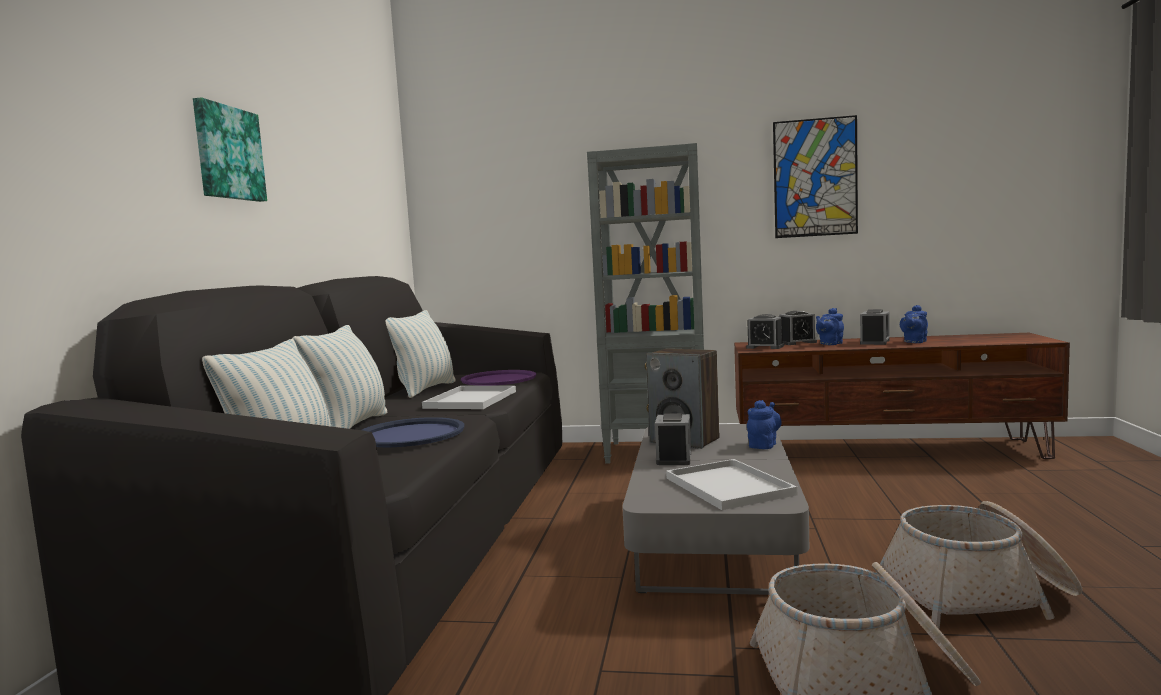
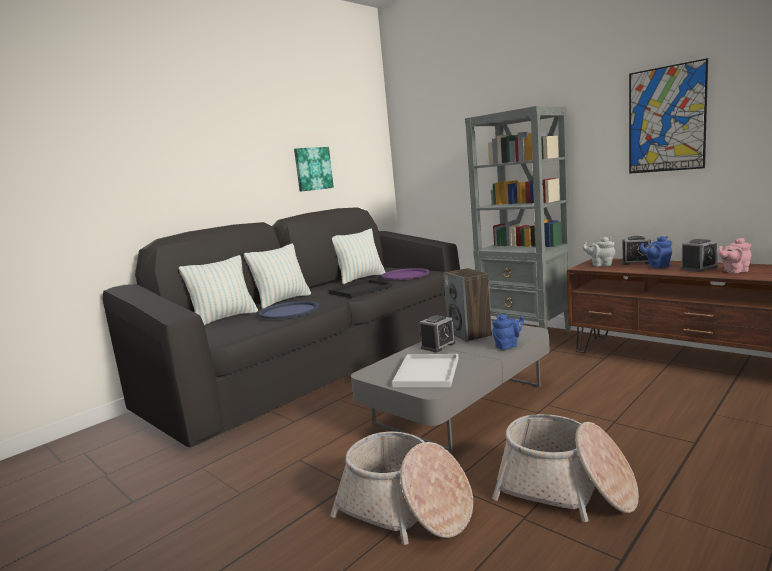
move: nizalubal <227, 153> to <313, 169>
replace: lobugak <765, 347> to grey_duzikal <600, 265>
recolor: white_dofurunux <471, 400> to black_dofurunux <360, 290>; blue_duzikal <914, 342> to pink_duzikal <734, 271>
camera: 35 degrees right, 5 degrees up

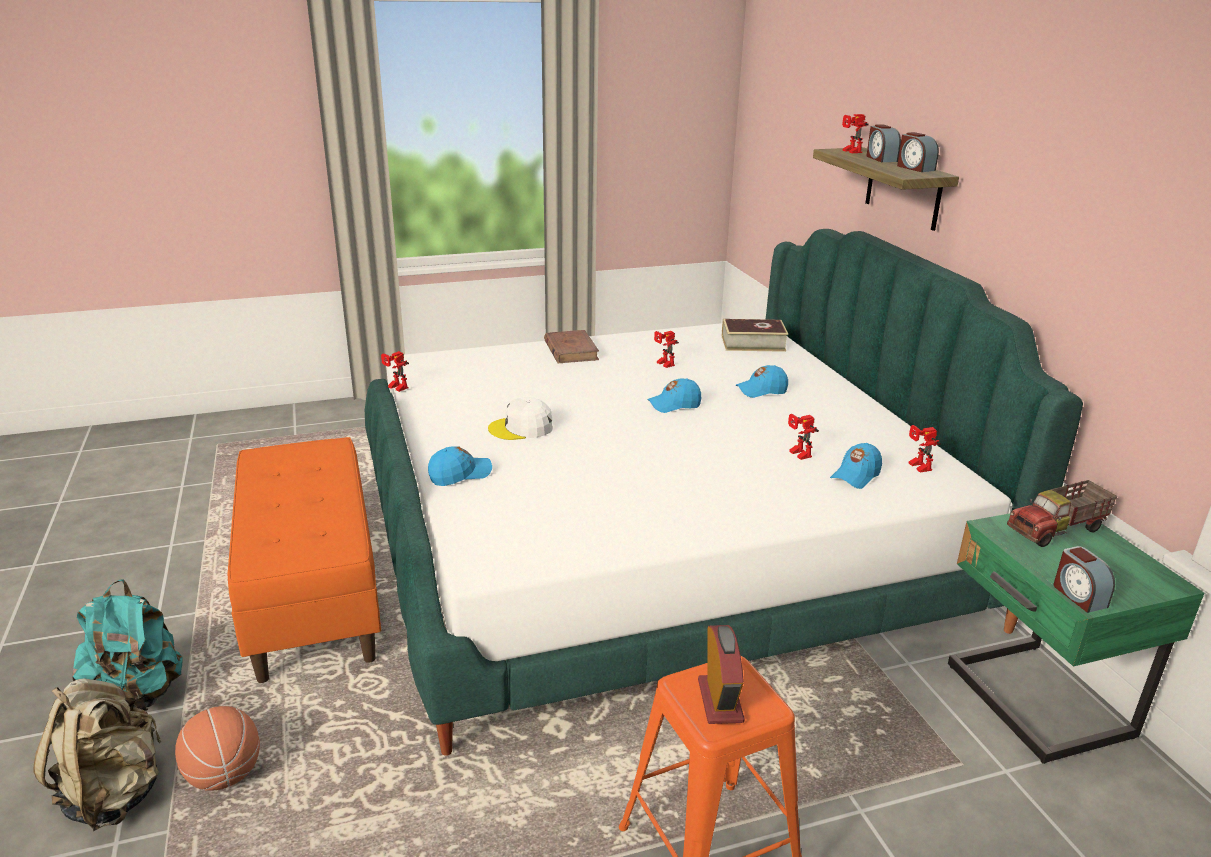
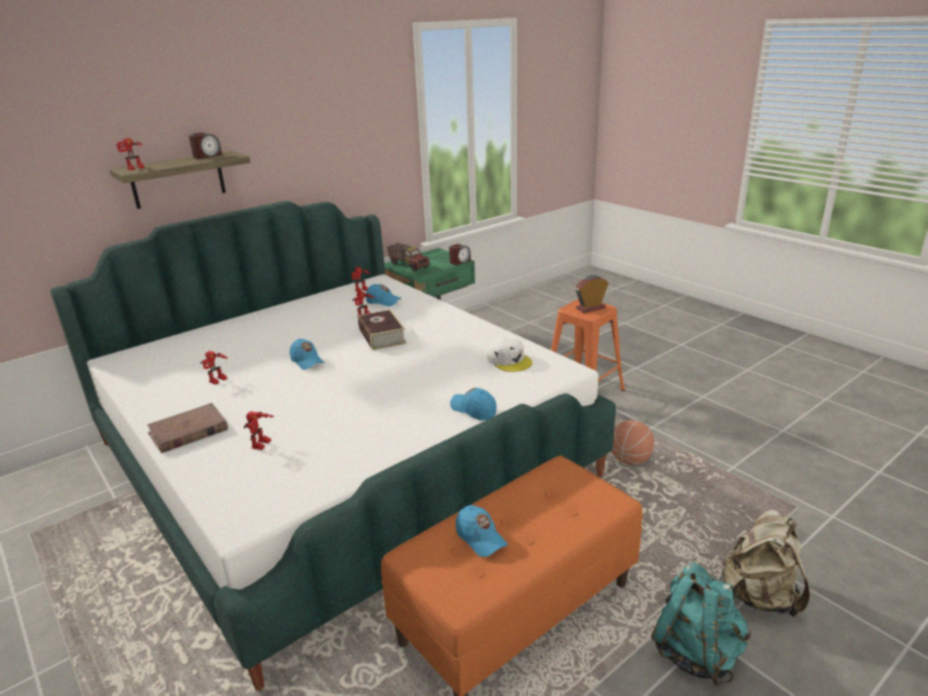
delete: lobugak <881, 159>
move: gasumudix <224, 775> to <630, 459>; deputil <395, 388> to <262, 445>; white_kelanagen <521, 428> to <509, 360>; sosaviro <753, 343> to <382, 336>; blue_kelanagen <761, 391> to <480, 538>
camera: 110 degrees left, 0 degrees up

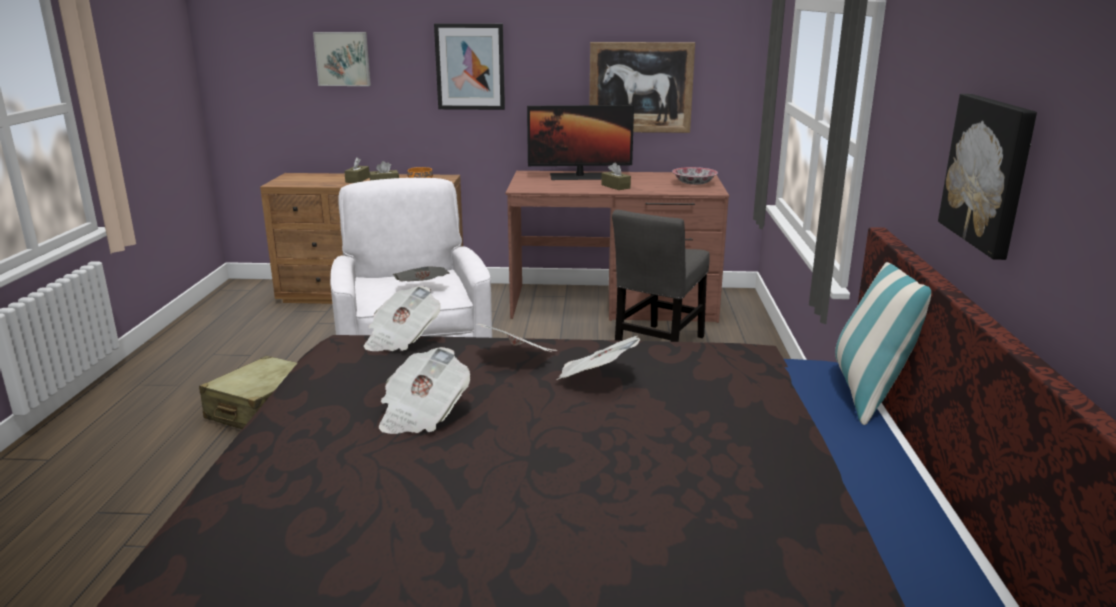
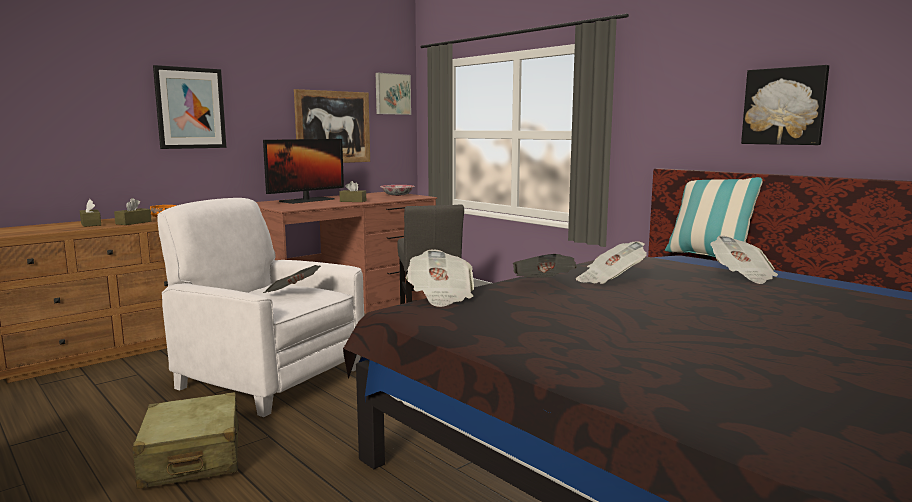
move: nizalubal <343, 59> to <392, 94>; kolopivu <422, 414> to <742, 276>
camera: 45 degrees left, 10 degrees down

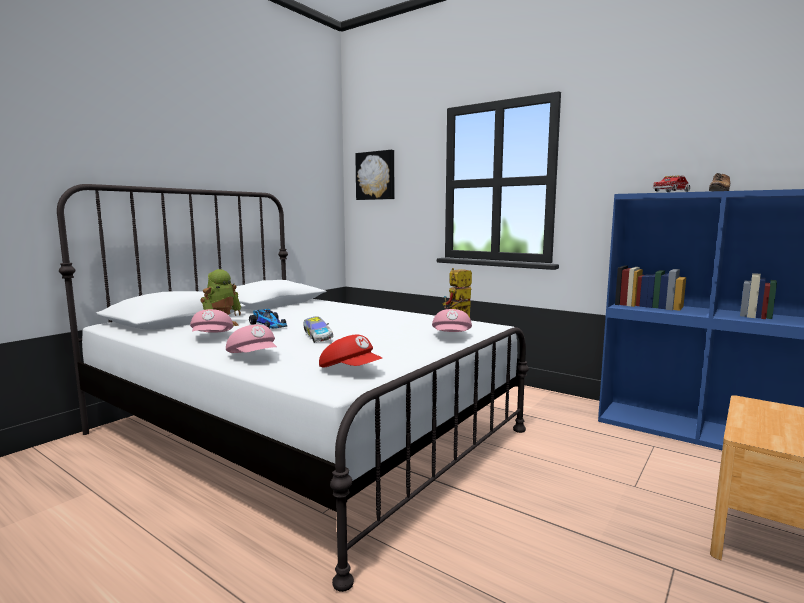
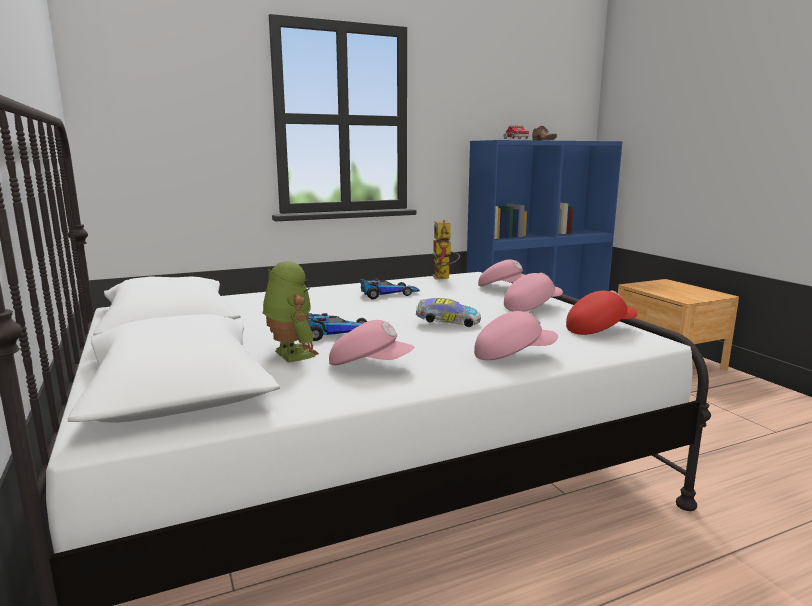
delete: nizalubal <376, 175>
insert: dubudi <387, 294>; pink_kelanagen <531, 307>
camera: 60 degrees left, 5 degrees up

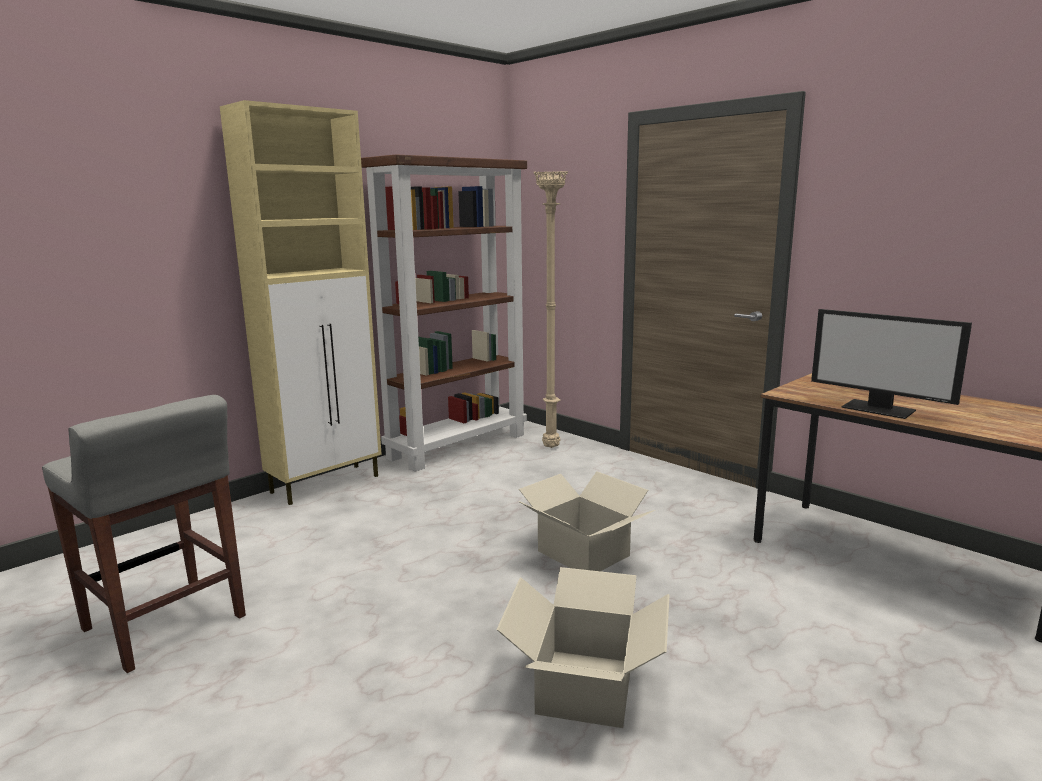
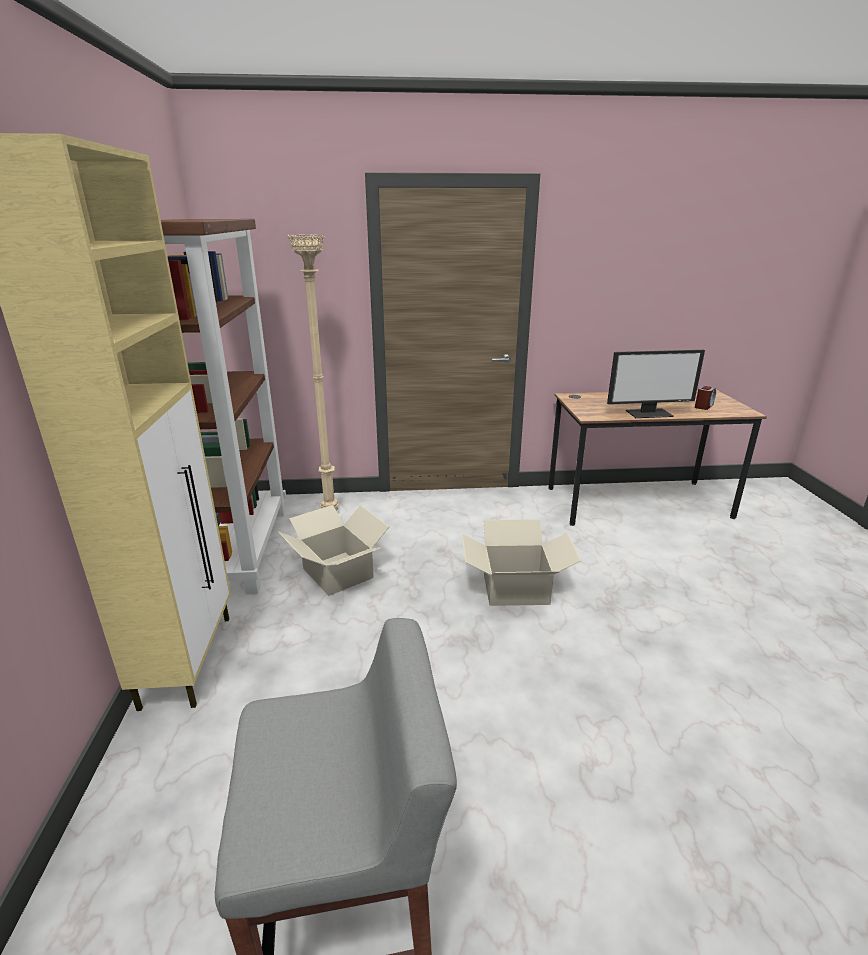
insert: lobugak <703, 406>
move: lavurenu <584, 687> to <337, 573>
camera: 50 degrees left, 10 degrees up

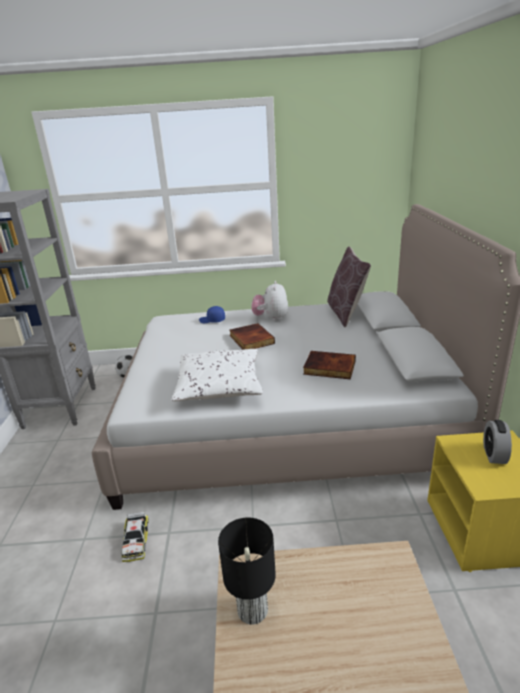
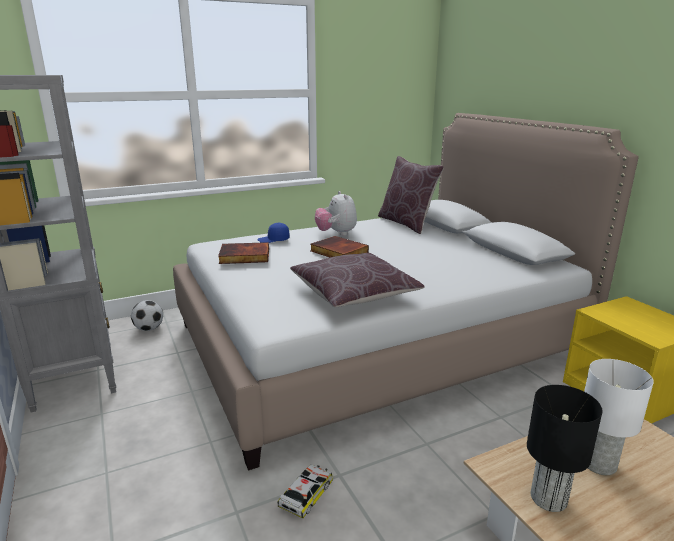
delete: lobugak <494, 455>
insert: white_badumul <600, 464>
move: sosaviro <329, 368> to <244, 256>
recolor: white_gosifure <219, 386> to brown_gosifure <353, 294>
rotate: dubudi <136, 541> = <307, 494> 120 degrees counterclockwise
camera: 25 degrees left, 5 degrees down

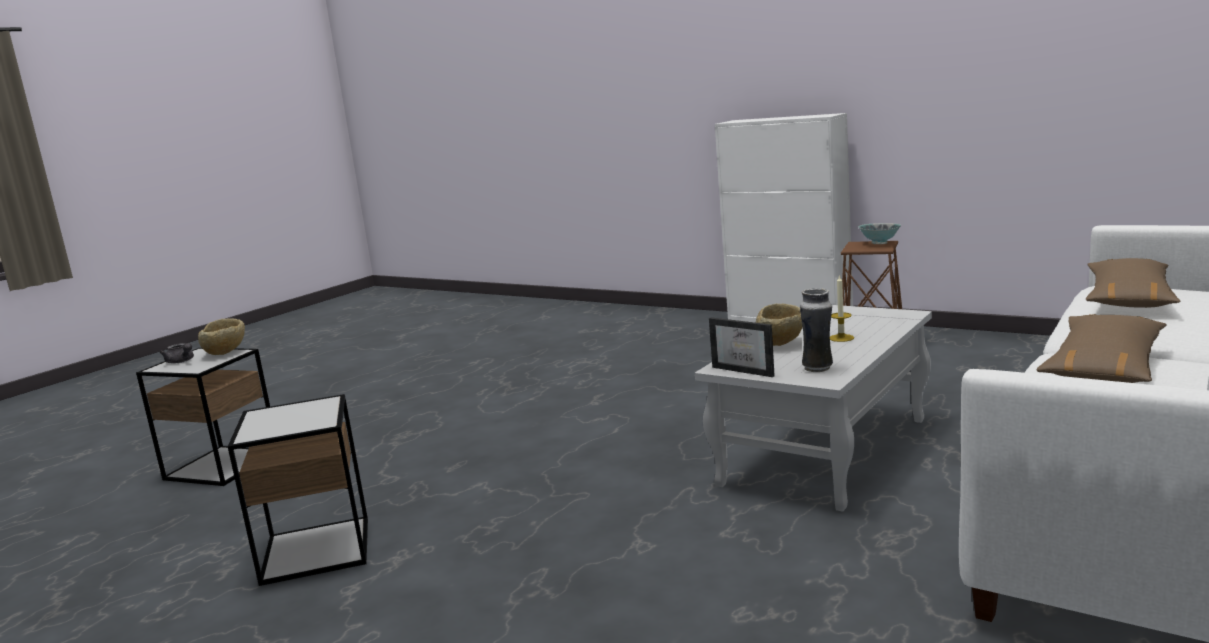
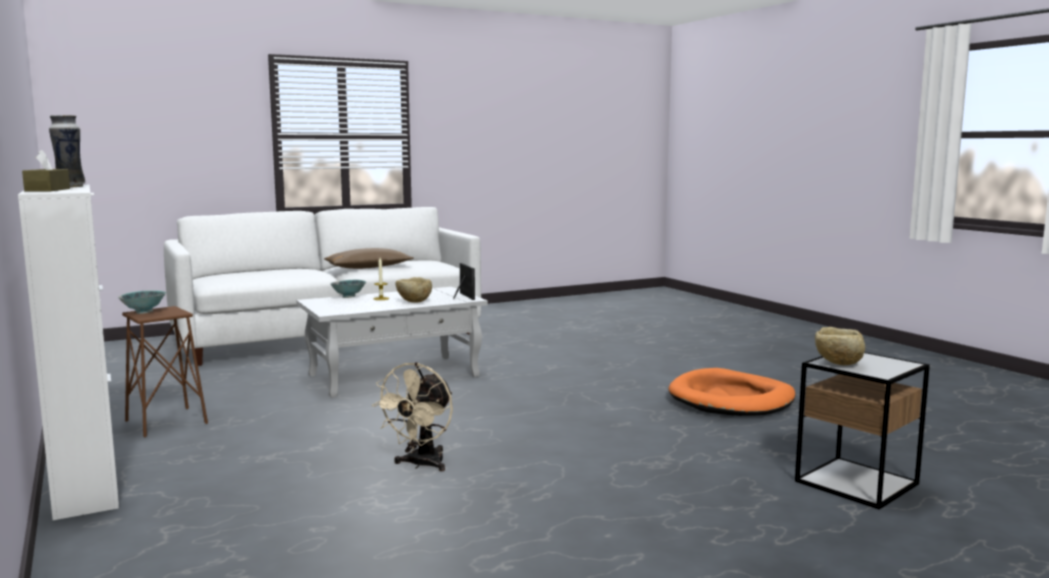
delete: grey_duzikal <181, 361>; brown_gosifure <1128, 298>
insert: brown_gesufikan <47, 190>; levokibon <349, 297>; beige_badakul <421, 465>
move: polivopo <818, 368> to <70, 187>
replace: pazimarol <316, 550> to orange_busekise <731, 399>
camera: 155 degrees left, 5 degrees down

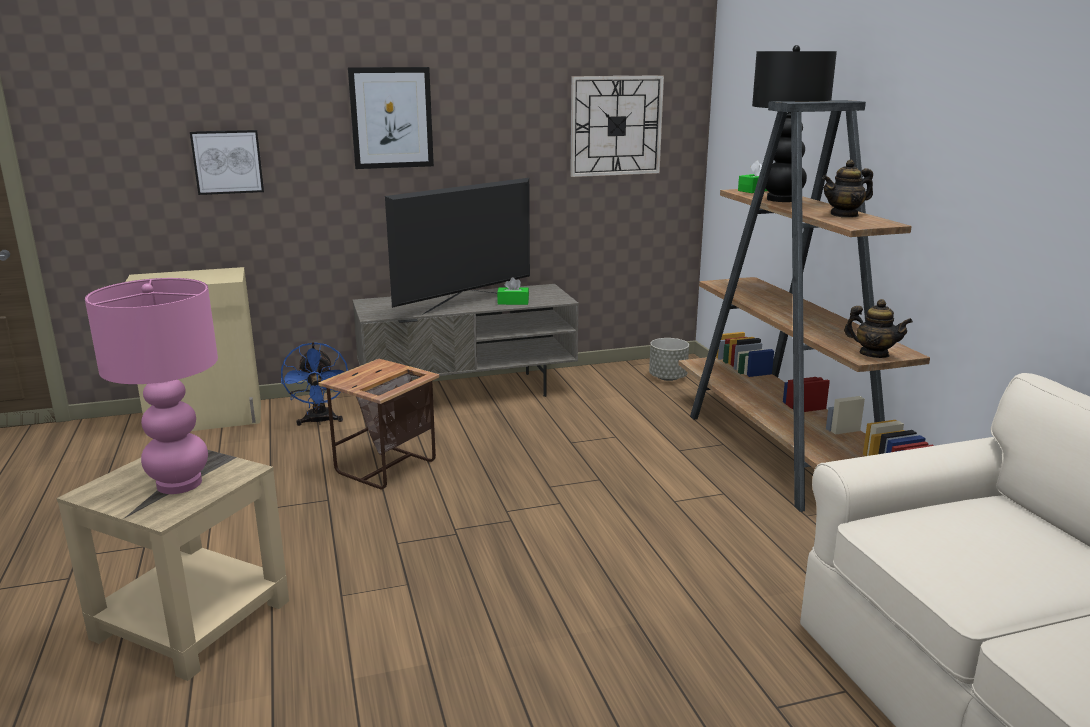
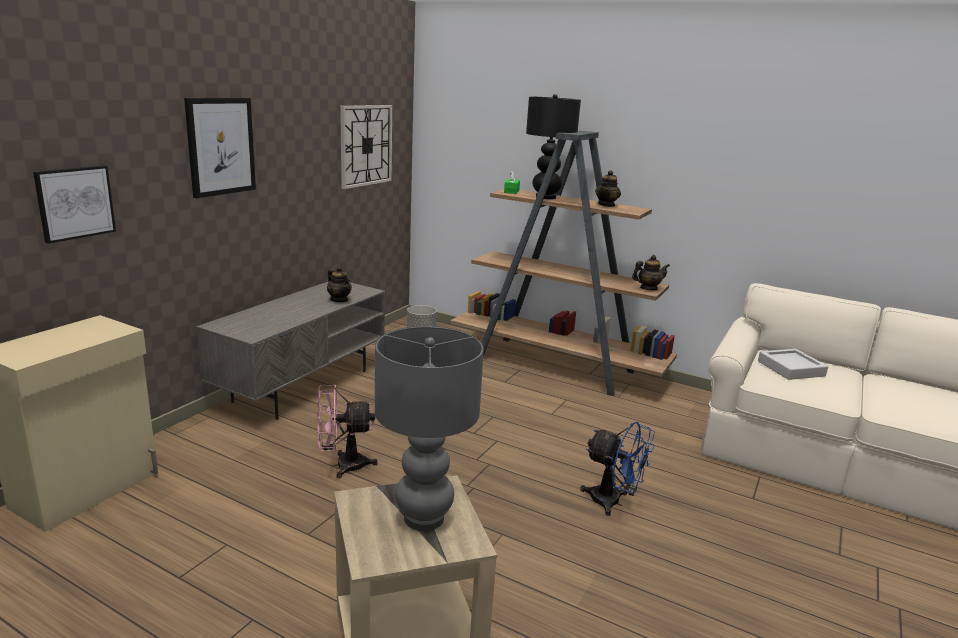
delete: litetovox <464, 303>
insert: grey_dofurunux <791, 368>
move: blue_badakul <320, 421> to <613, 502>
replace: pazimarol <384, 468> to pink_badakul <342, 465>; green_gesufikan <513, 302> to duzikal <339, 300>
recolor: pink_badumul <178, 484> to grey_badumul <423, 518>
camera: 45 degrees left, 0 degrees up

